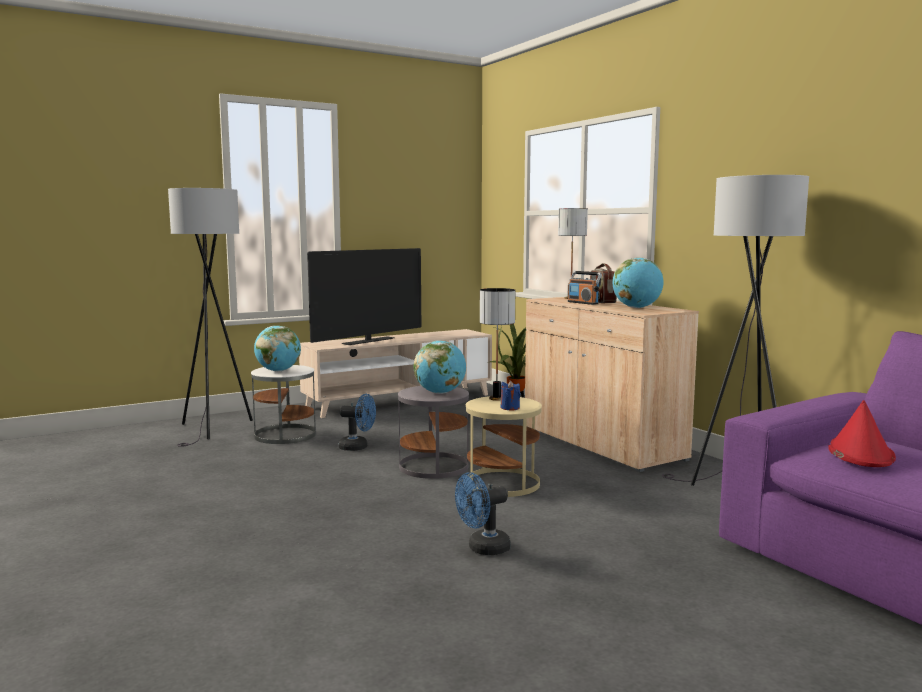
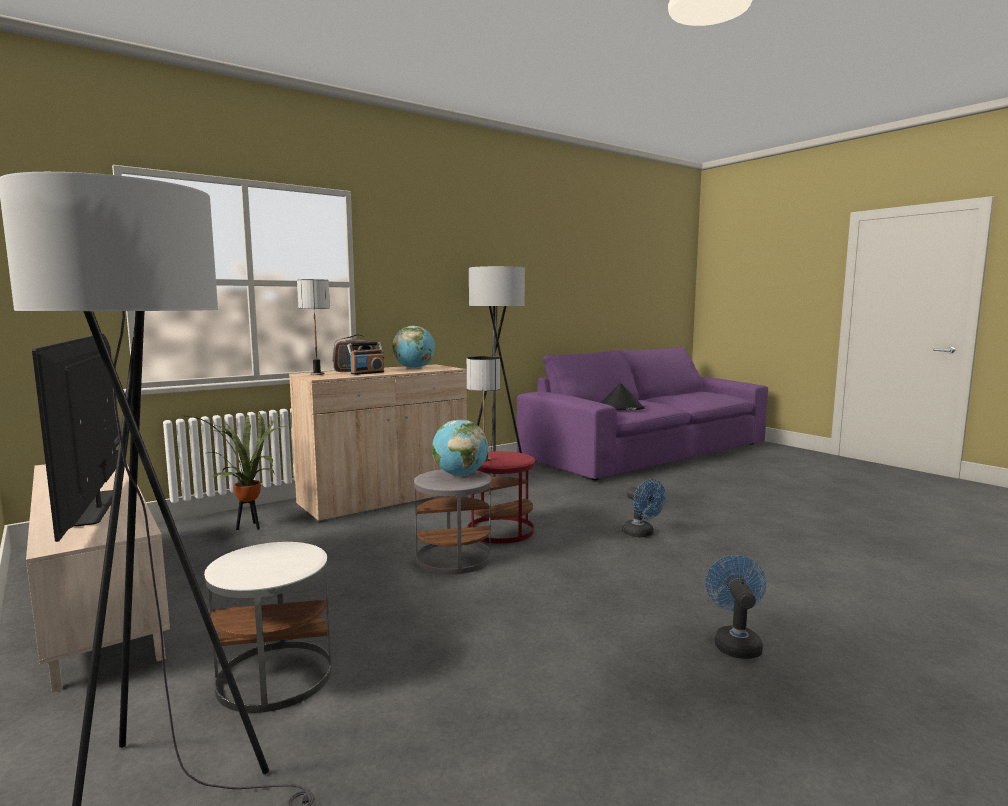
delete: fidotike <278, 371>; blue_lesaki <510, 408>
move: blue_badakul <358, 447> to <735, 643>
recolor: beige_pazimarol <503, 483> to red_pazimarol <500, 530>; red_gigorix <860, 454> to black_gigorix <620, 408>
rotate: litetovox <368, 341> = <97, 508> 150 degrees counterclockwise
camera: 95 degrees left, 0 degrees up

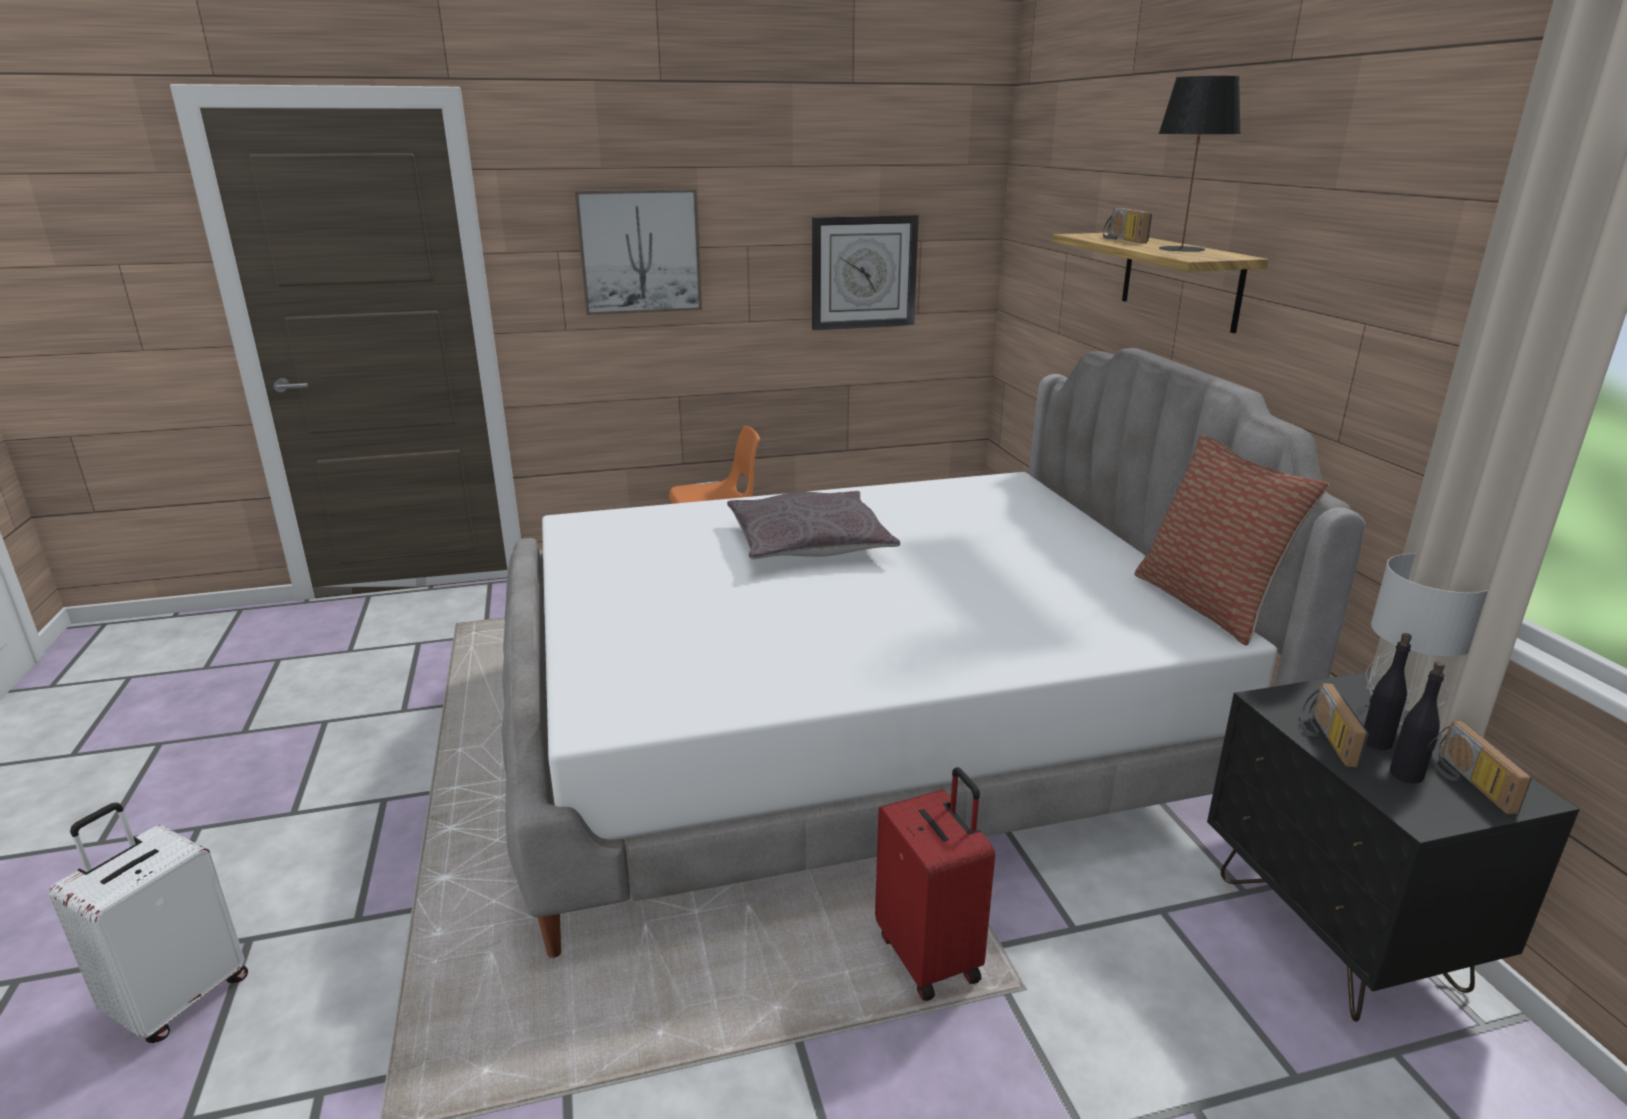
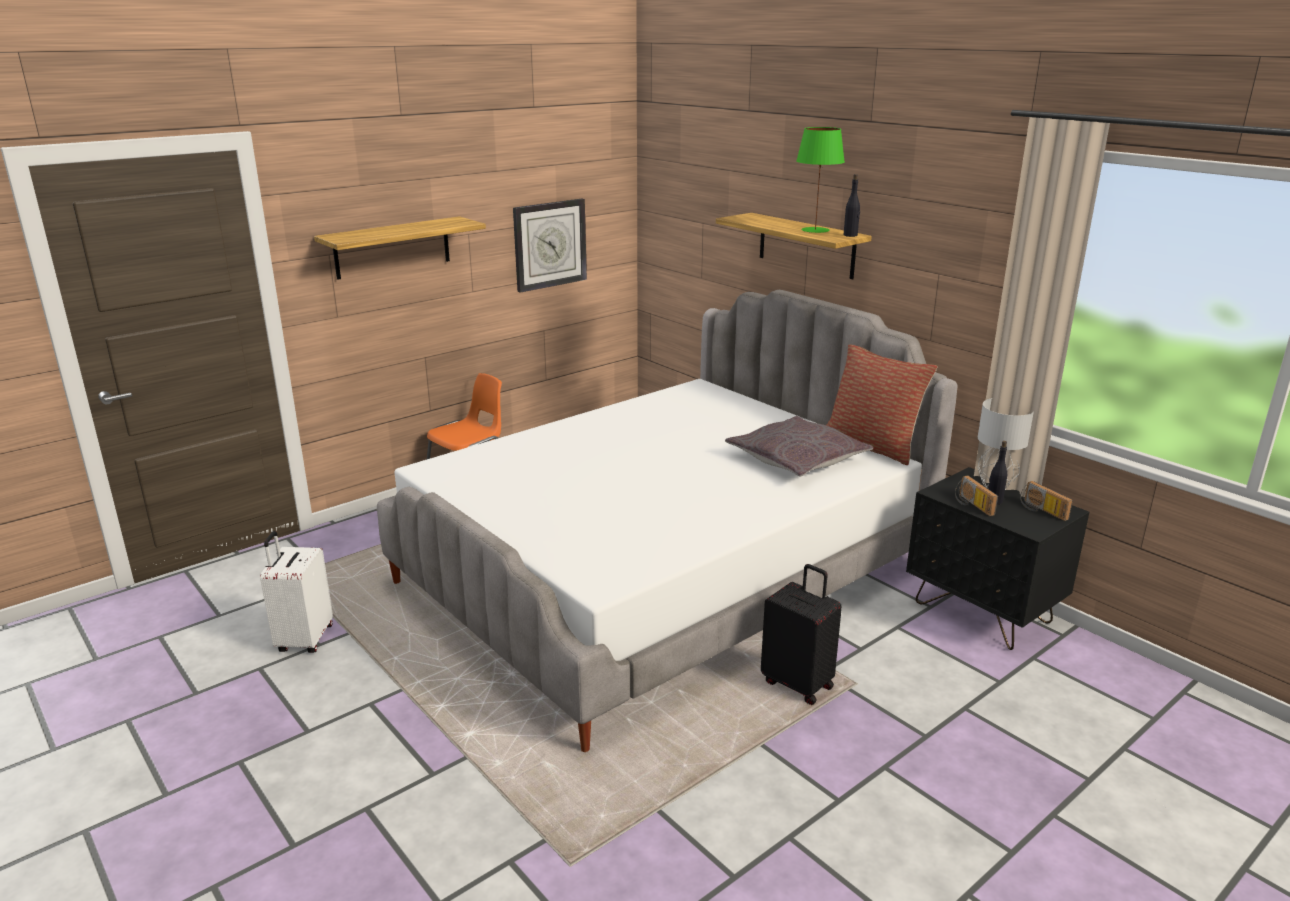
delete: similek <1121, 239>
move: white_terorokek <178, 998> to <304, 639>; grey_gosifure <809, 543> to <797, 459>; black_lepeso <1406, 775> to <850, 235>
replace: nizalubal <640, 251> to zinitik <392, 247>
recolor: red_terorokek <930, 956> to black_terorokek <798, 684>; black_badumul <1180, 249> to green_badumul <814, 230>
camera: 25 degrees left, 0 degrees up

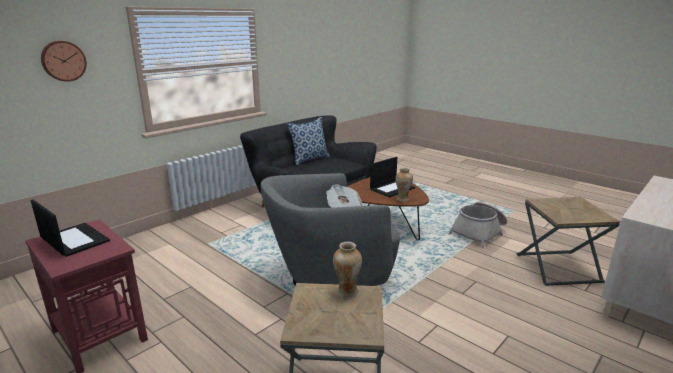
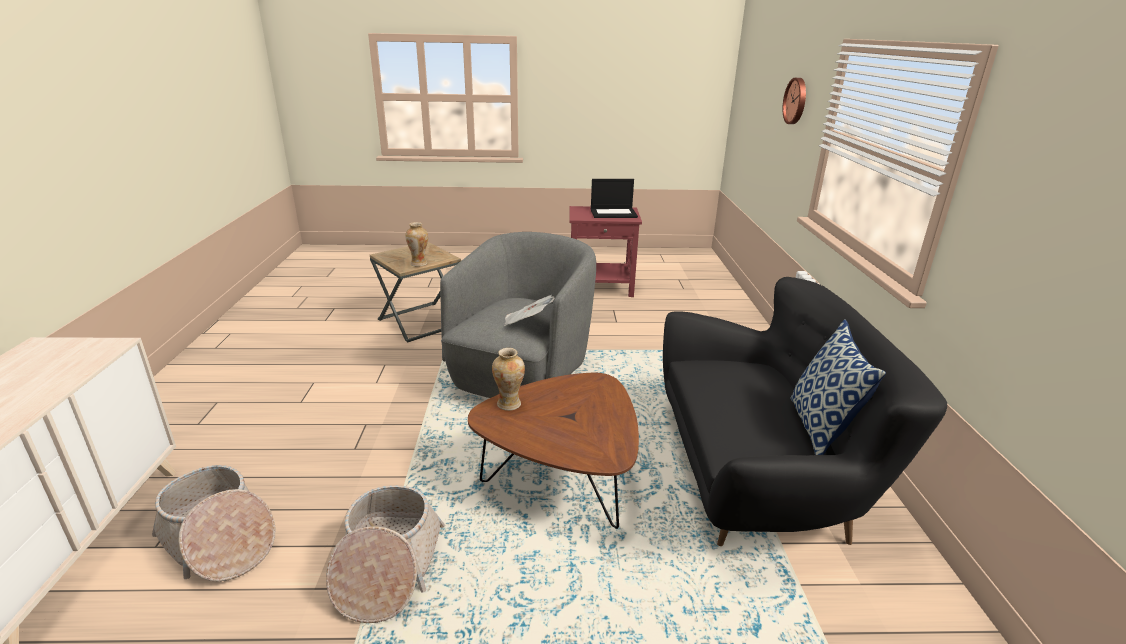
delete: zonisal <392, 188>
replace: brown_pazimarol <557, 268> to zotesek <219, 541>
camera: 135 degrees right, 5 degrees up

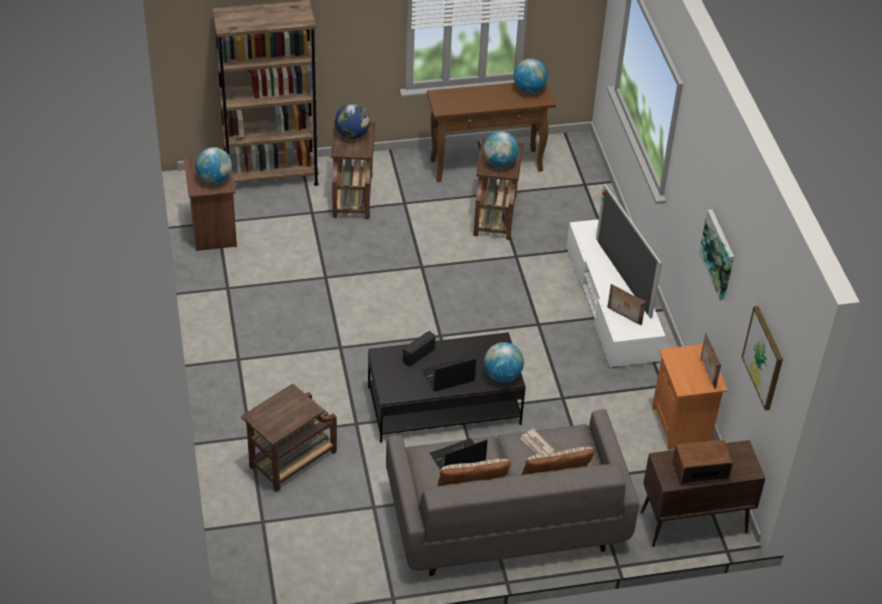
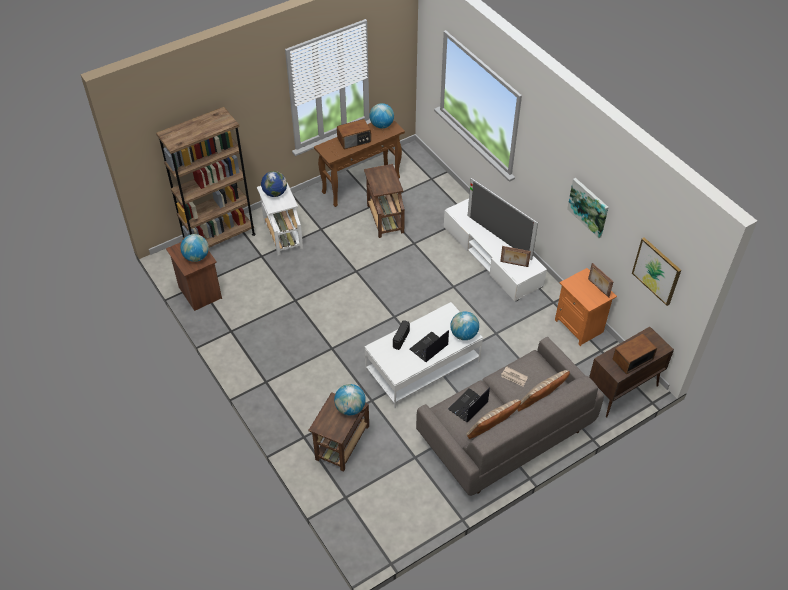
insert: similek <354, 141>
move: fidotike <499, 163> to <350, 408>
recolor: brown_pazimarol <353, 195> to white_pazimarol <283, 234>; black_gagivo <443, 406> to white_gagivo <422, 366>
camera: 20 degrees left, 5 degrees up

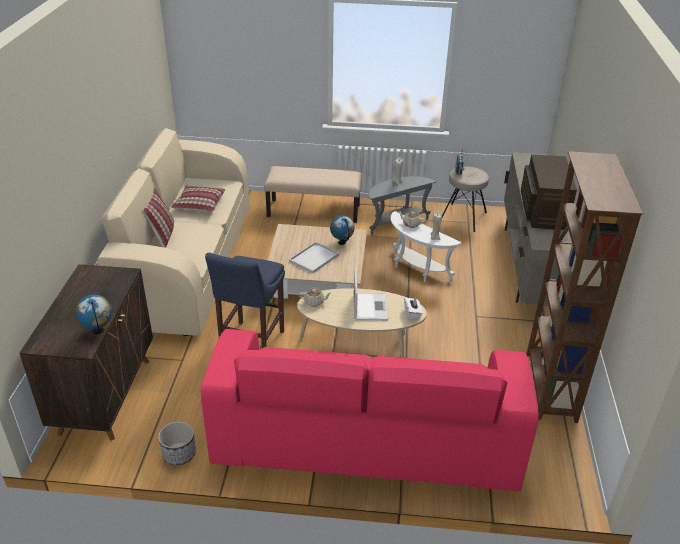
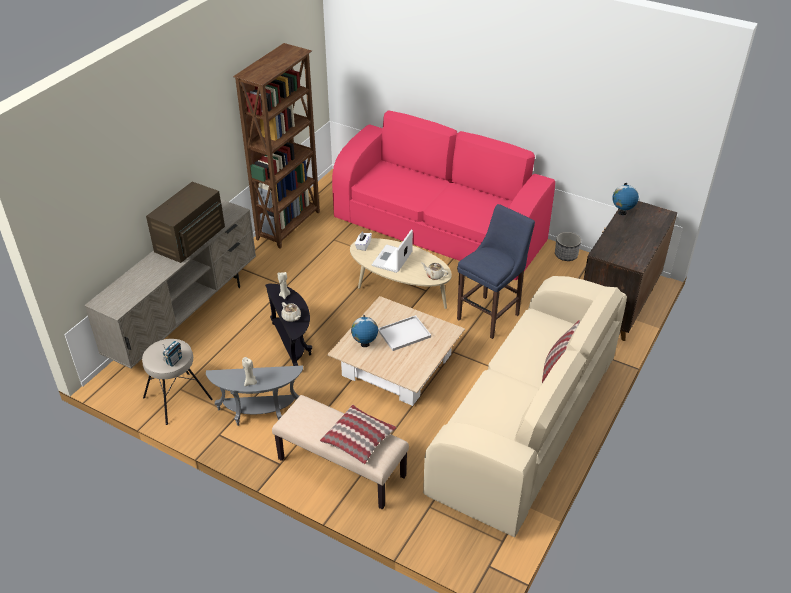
move: gosifure <199, 204> to <359, 439>
recolor: white_pazimarol <416, 269> to black_pazimarol <293, 345>
camera: 155 degrees left, 5 degrees up

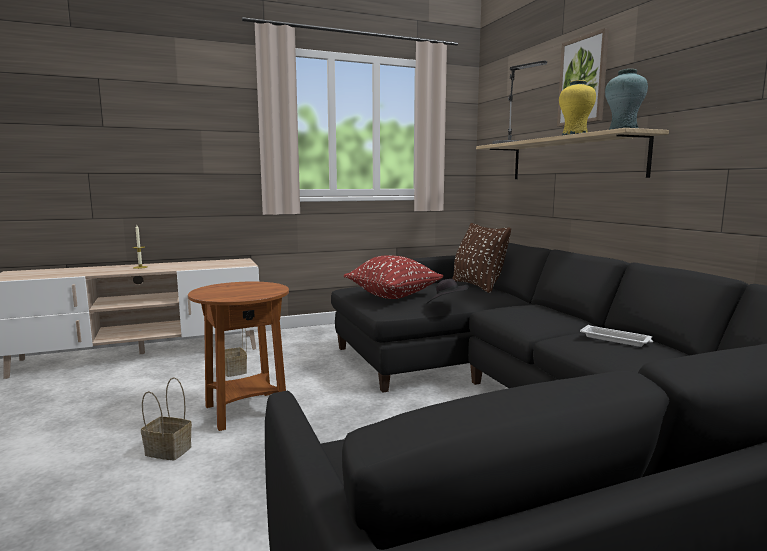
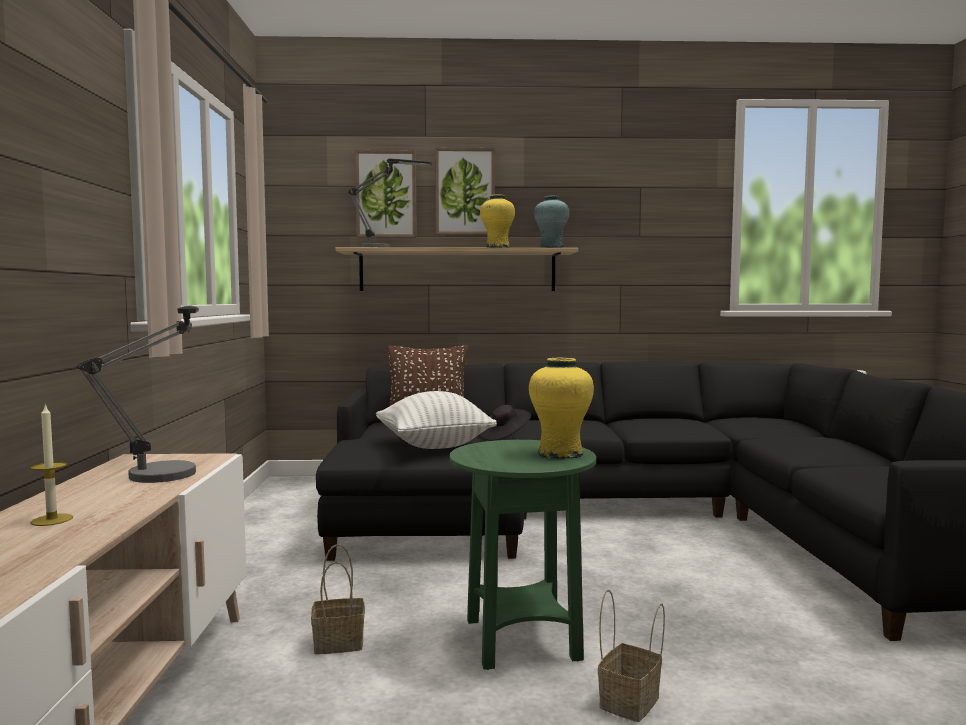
delete: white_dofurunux <616, 339>
insert: badumul <168, 470>; nizalubal <386, 194>; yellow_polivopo <560, 454>
recolor: brown_pazimarol <246, 411> to green_pazimarol <521, 640>; red_gosifure <393, 296> to white_gosifure <434, 445>
camera: 70 degrees left, 5 degrees down

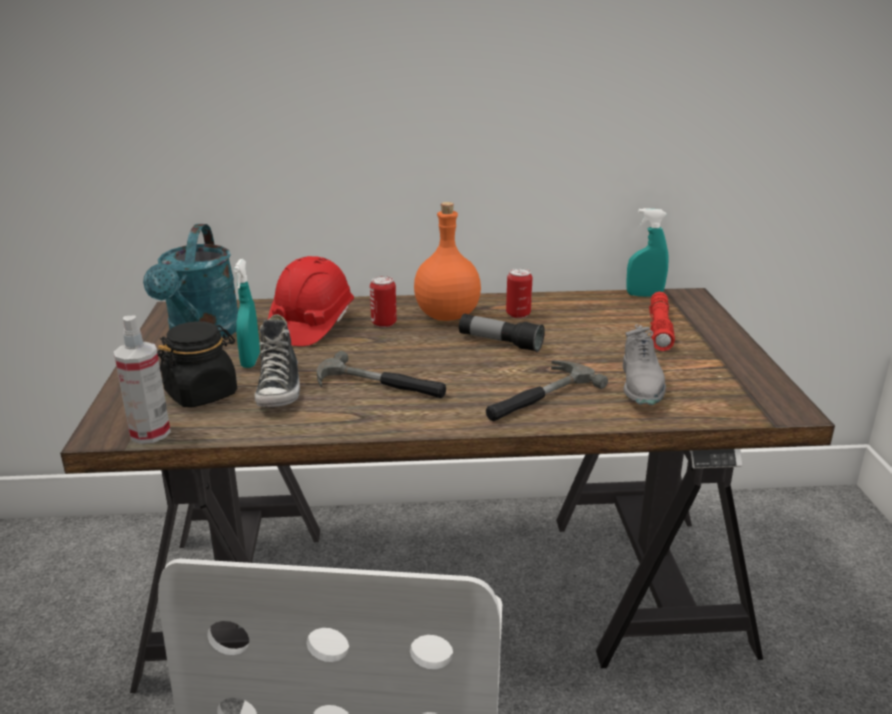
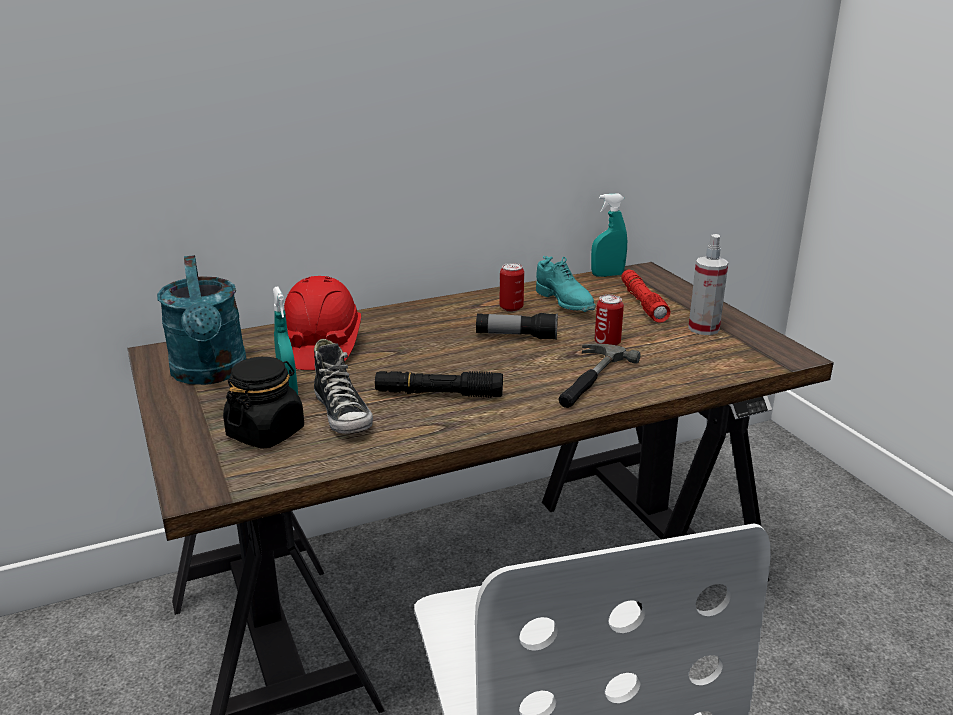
delete: orange_lepeso <447, 315>; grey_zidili <641, 387>
insert: turquoise_zidili <565, 303>
move: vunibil <150, 433> to <703, 328>; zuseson <384, 323> to <607, 343>
replace: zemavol <380, 386> to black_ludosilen <438, 394>
camera: 20 degrees left, 0 degrees up

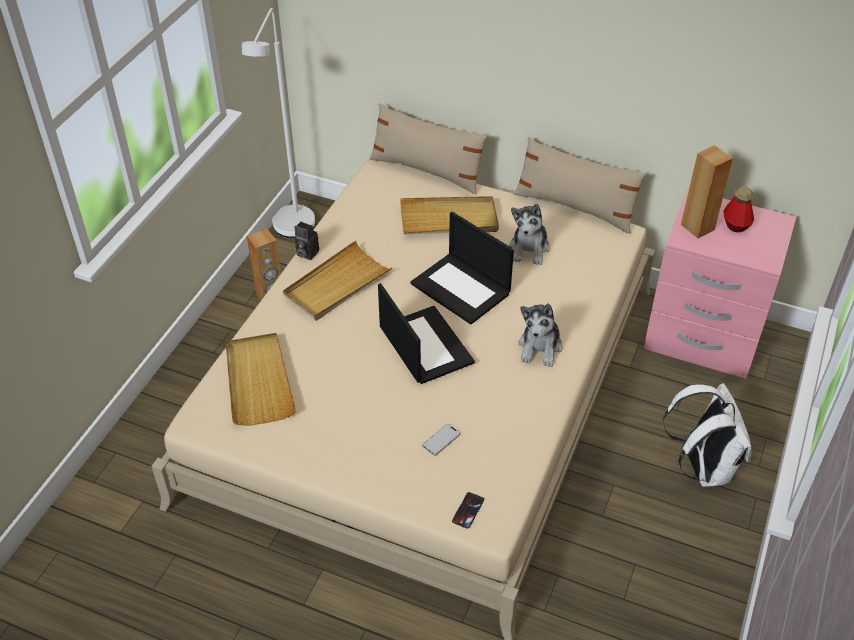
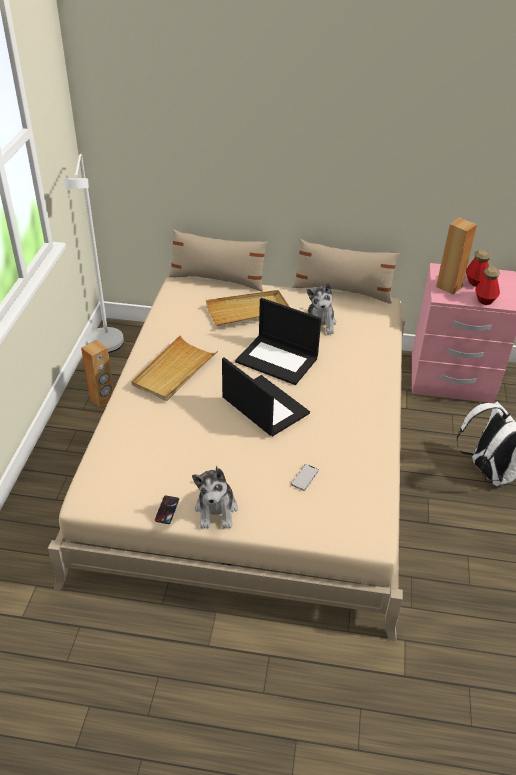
delete: beige_dofurunux <258, 381>; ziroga <306, 253>
insert: lepeso <485, 300>
move: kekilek <468, 510> to <167, 510>; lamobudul <540, 347> to <216, 509>
camera: 15 degrees left, 5 degrees down

